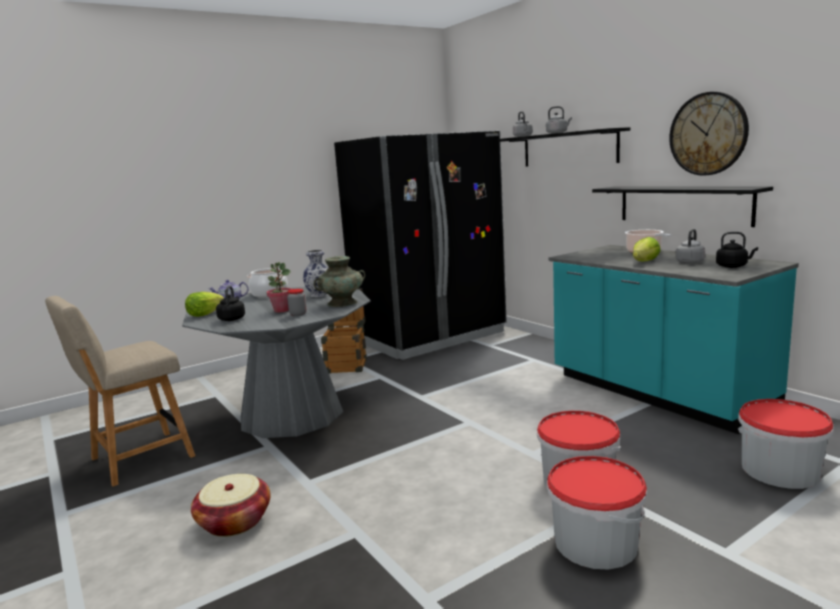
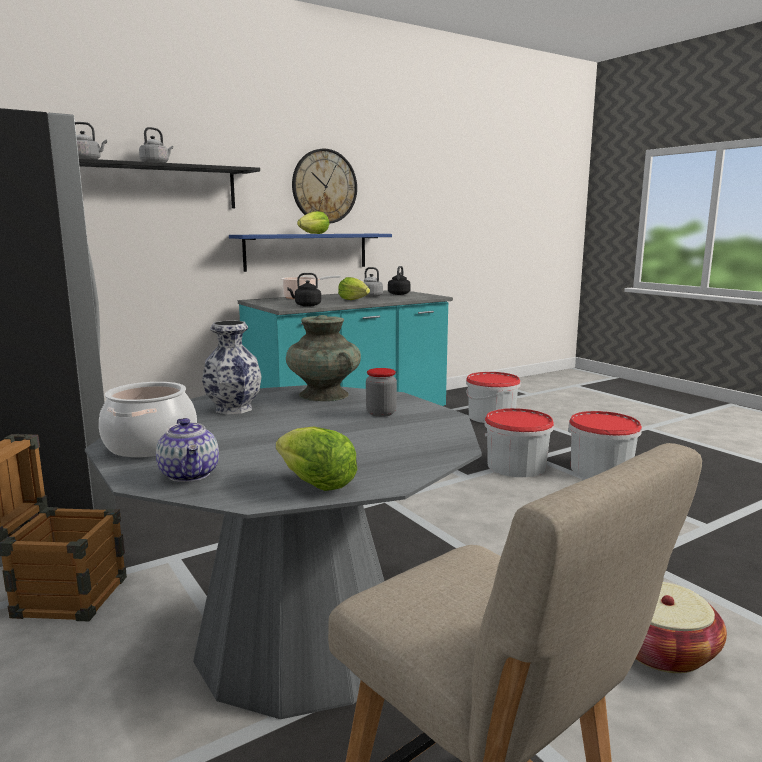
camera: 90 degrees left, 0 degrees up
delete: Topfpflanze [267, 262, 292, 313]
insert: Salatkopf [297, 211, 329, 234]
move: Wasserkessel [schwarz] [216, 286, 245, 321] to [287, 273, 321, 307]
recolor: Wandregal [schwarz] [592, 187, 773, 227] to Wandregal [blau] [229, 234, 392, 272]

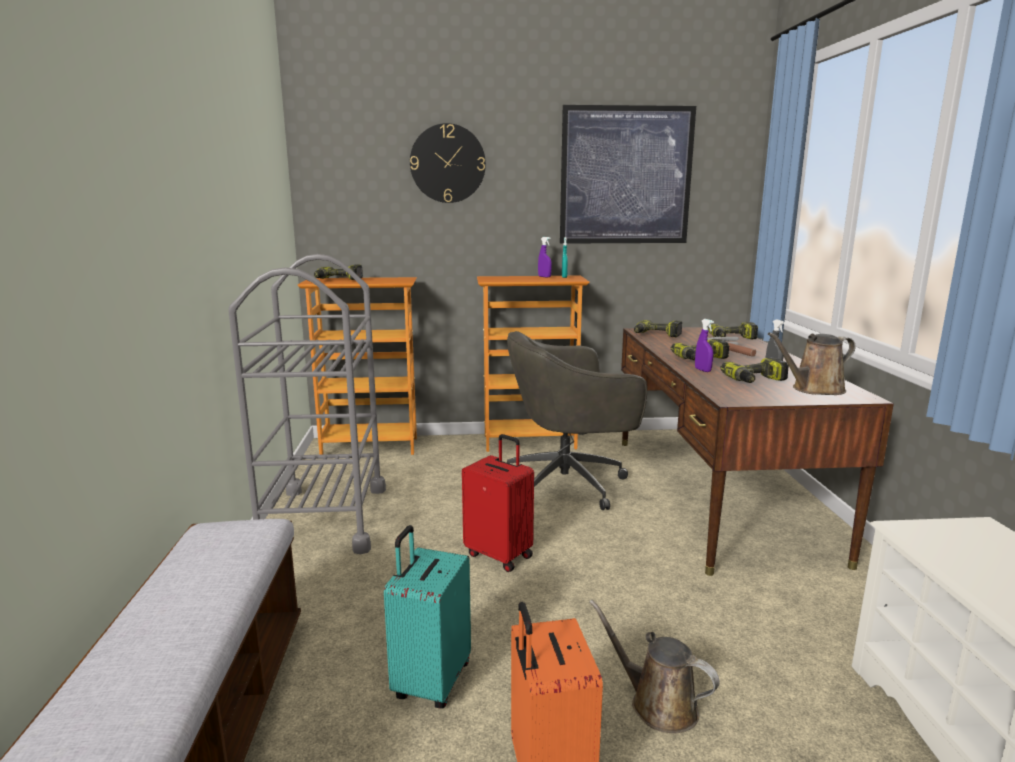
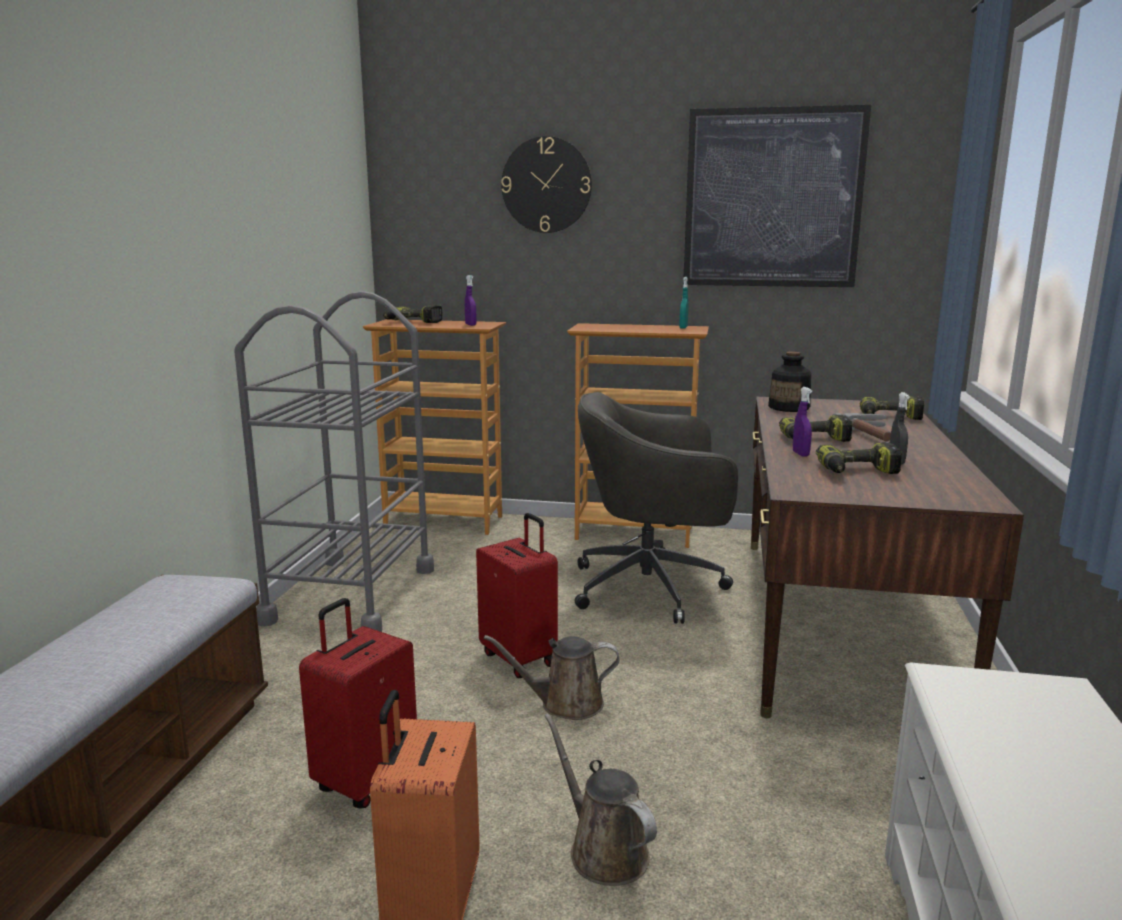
camera: 15 degrees right, 0 degrees up
move: Sprühflasche [lila] [538, 237, 552, 278] to [465, 275, 477, 326]; Gießkanne [braun] [768, 332, 856, 395] to [484, 635, 620, 720]
replace: Bohrmaschine [634, 320, 682, 337] to Flasche [768, 352, 811, 412]
recolor: Koffer [türkis] [384, 525, 471, 709] to Koffer [rot] [299, 598, 417, 808]

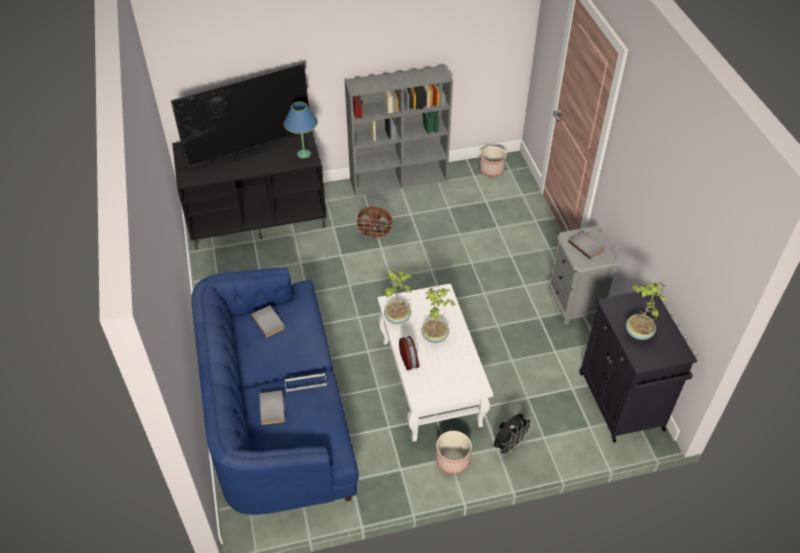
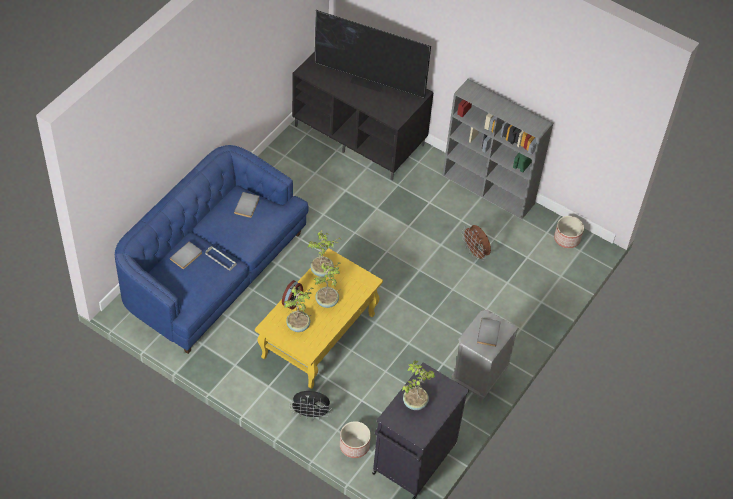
camera: 45 degrees right, 5 degrees up
delete: Tischlampe [blau] [284, 101, 318, 158]
insert: Topfpflanze [283, 286, 313, 332]
move: Ventilator [braun] [354, 207, 394, 239] to [462, 225, 491, 261]; Pflanzkübel [436, 431, 472, 474] to [340, 421, 371, 458]
recolor: Couchtisch [weiß] [377, 283, 493, 442] to Couchtisch [gelb] [255, 248, 383, 389]

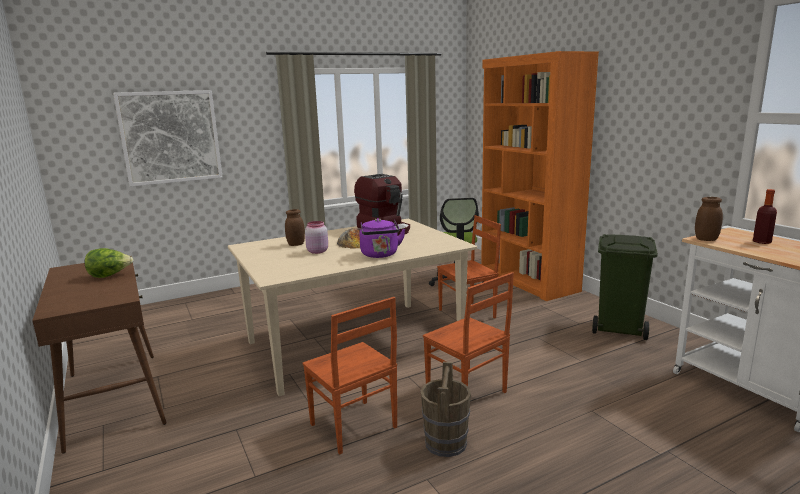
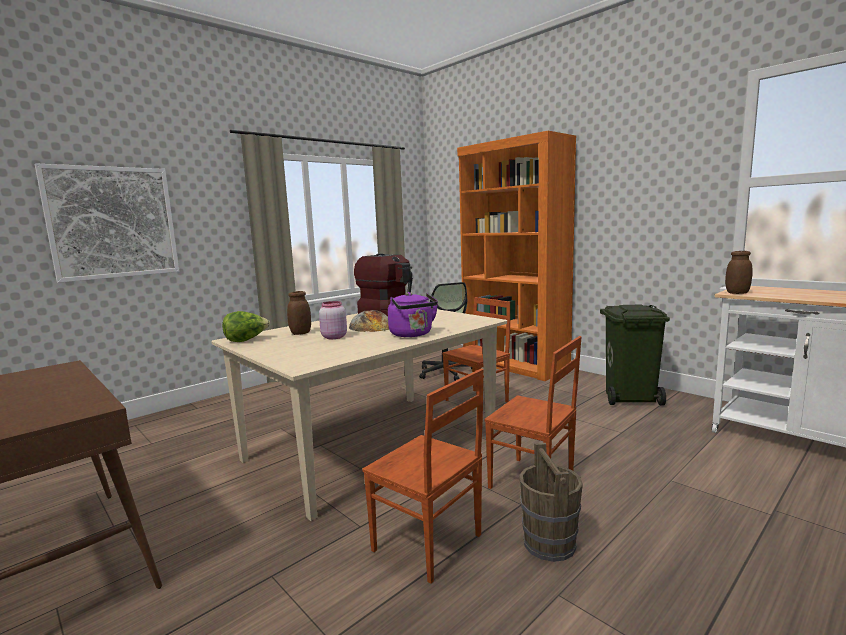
camera: 15 degrees left, 5 degrees down
delete: Flasche [753, 189, 777, 244]
move: Salatkopf [85, 248, 133, 278] to [222, 311, 270, 342]

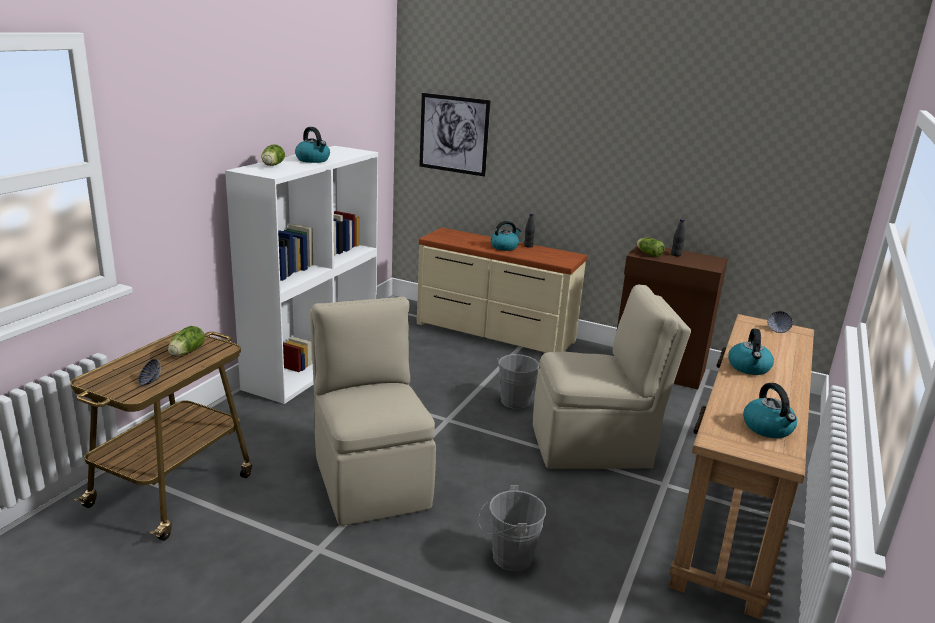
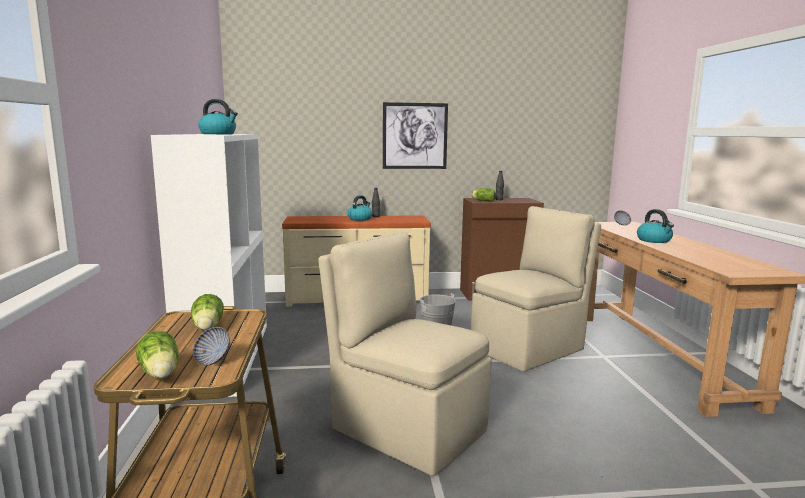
camera: 30 degrees left, 10 degrees down
delete: Wasserkessel [743, 383, 797, 438]; Eimer [grau] [478, 485, 546, 571]
move: Bild [419, 93, 490, 177] to [383, 102, 448, 169]; Salatkopf [261, 144, 285, 166] to [136, 331, 179, 379]

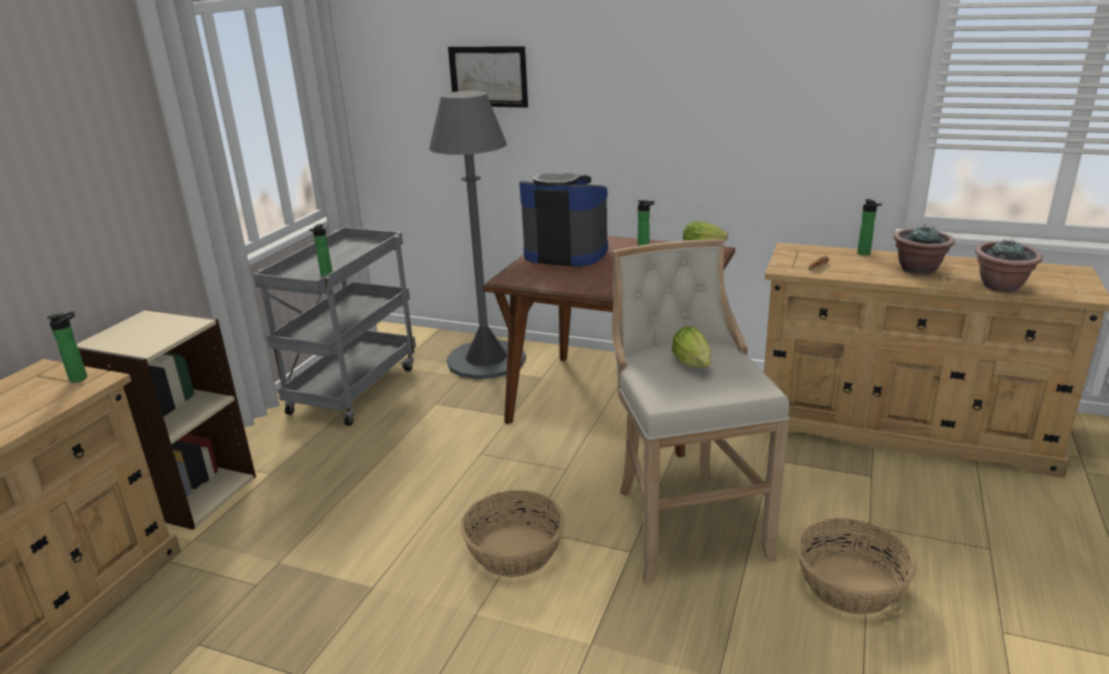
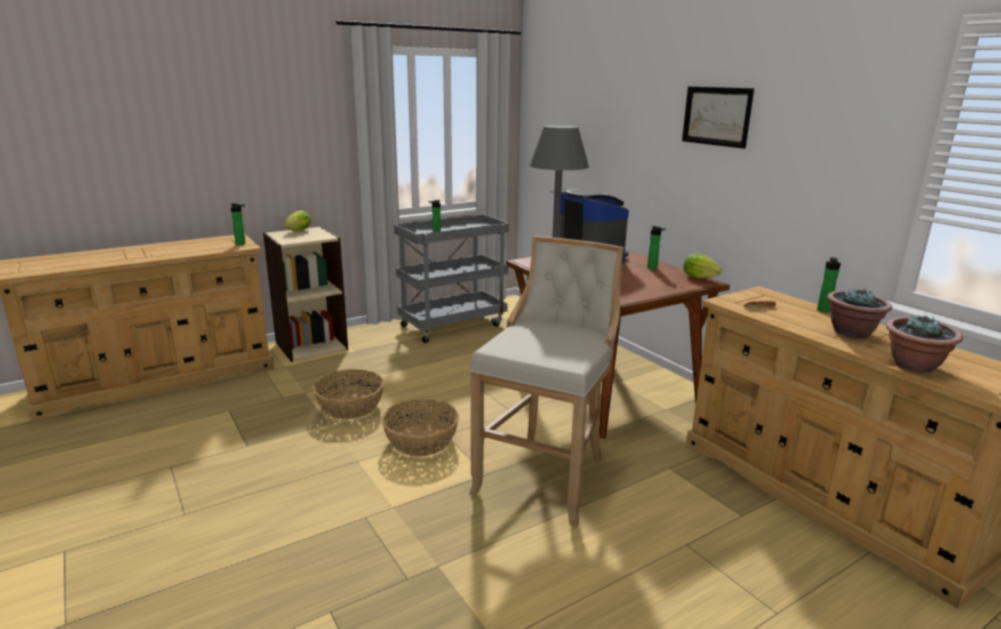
camera: 35 degrees right, 5 degrees down
move: Bild [448, 46, 528, 108] to [682, 86, 754, 149]; Salatkopf [672, 326, 711, 368] to [284, 210, 311, 231]; Korb [796, 518, 916, 615] to [312, 369, 385, 419]

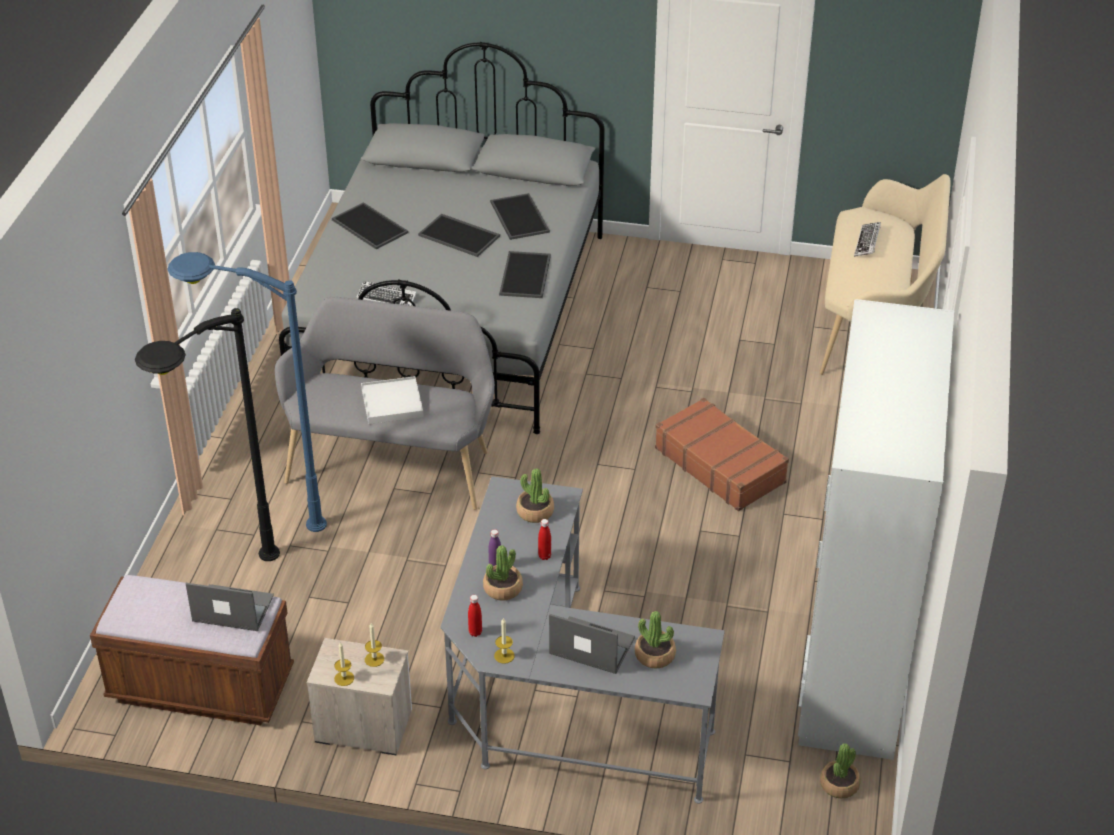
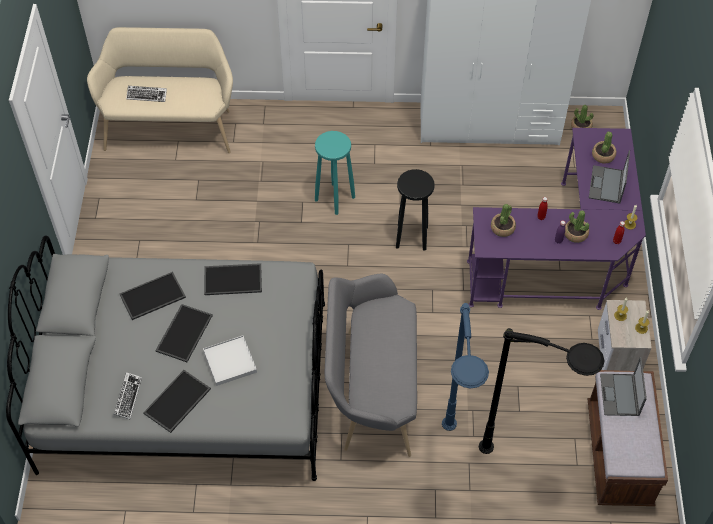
camera: 100 degrees left, 15 degrees up
insert: Hocker [schwarz] [396, 169, 435, 251]
move: Tastatur [356, 281, 417, 306] to [114, 372, 142, 419]; Tablett [weiß] [361, 376, 424, 424] to [203, 335, 257, 386]
replace: Koffer [braun] [655, 398, 789, 511] to Hocker [türkis] [315, 131, 355, 215]
recolor: Schreibtisch [grau] [441, 476, 725, 804] to Schreibtisch [lila] [467, 128, 646, 310]

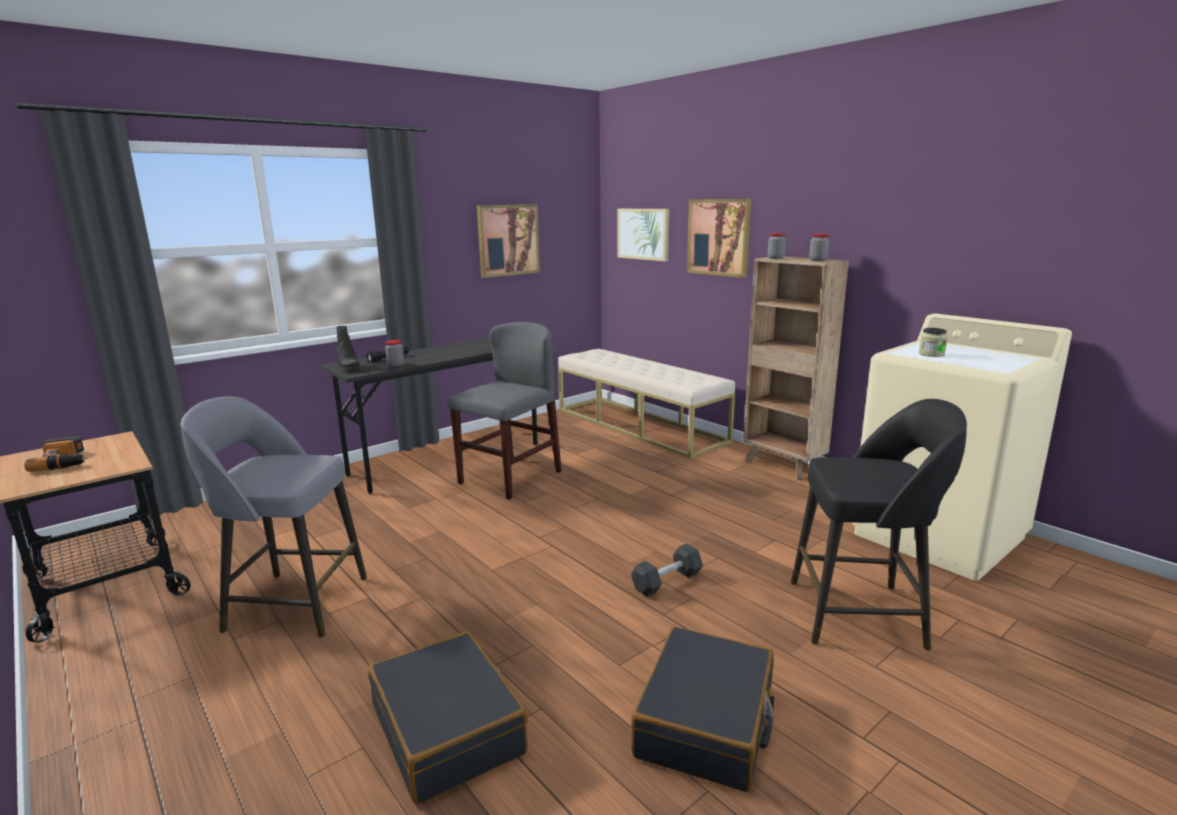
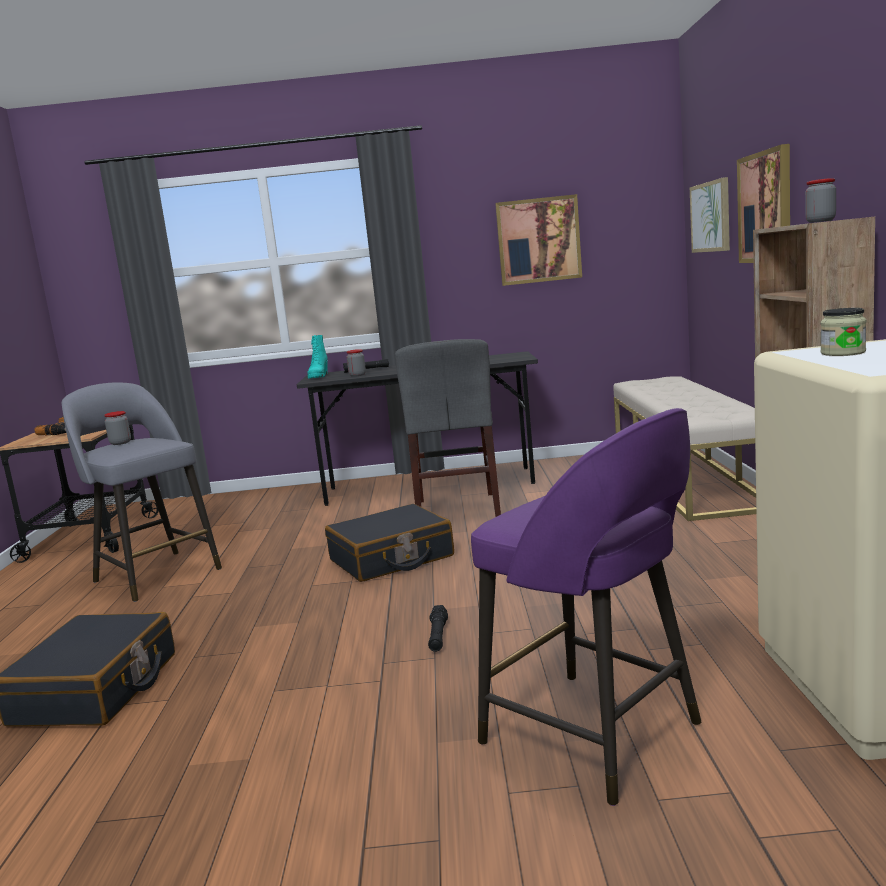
camera: 40 degrees right, 5 degrees down
move: Vorratsglas [768, 233, 786, 259] to [104, 411, 131, 445]; Koffer [schwarz] [631, 627, 774, 792] to [325, 504, 454, 582]
replace: Hantel [schwarz] [631, 544, 703, 597] to Taschenlampe [schwarz] [428, 605, 448, 652]
recolor: Stiefel [schwarz] [336, 326, 361, 371] to Stiefel [türkis] [307, 335, 328, 379]; Hocker [schwarz] [791, 399, 967, 650] to Hocker [lila] [471, 408, 701, 806]
rotate: Stuhl [grau] [447, 322, 562, 500] = [395, 339, 501, 517] 105 degrees clockwise

